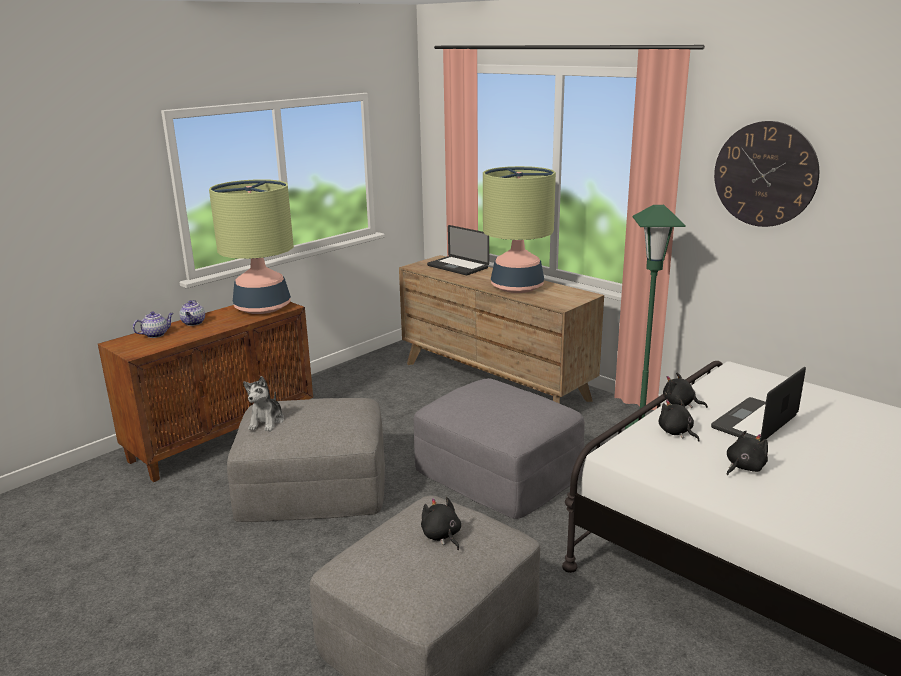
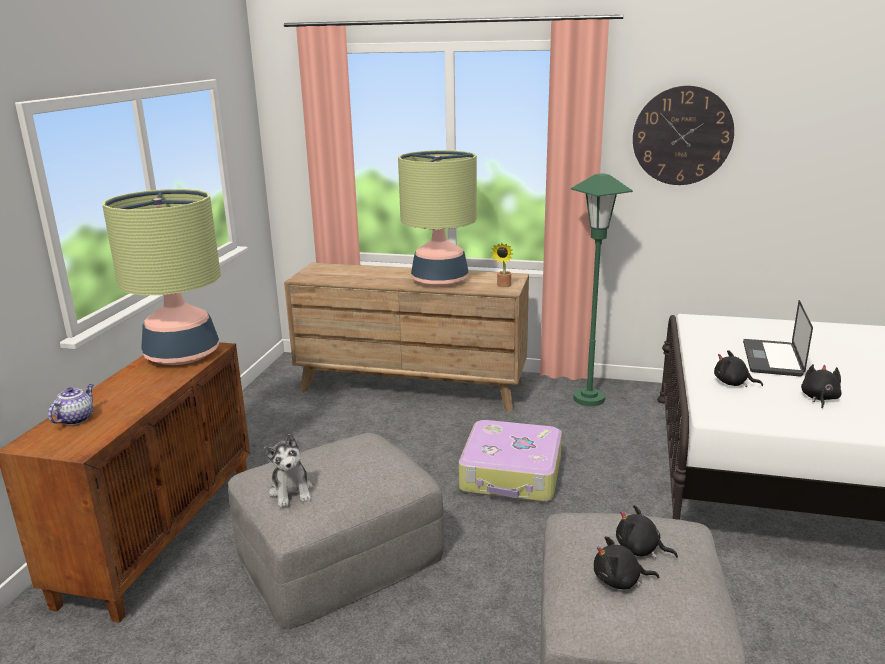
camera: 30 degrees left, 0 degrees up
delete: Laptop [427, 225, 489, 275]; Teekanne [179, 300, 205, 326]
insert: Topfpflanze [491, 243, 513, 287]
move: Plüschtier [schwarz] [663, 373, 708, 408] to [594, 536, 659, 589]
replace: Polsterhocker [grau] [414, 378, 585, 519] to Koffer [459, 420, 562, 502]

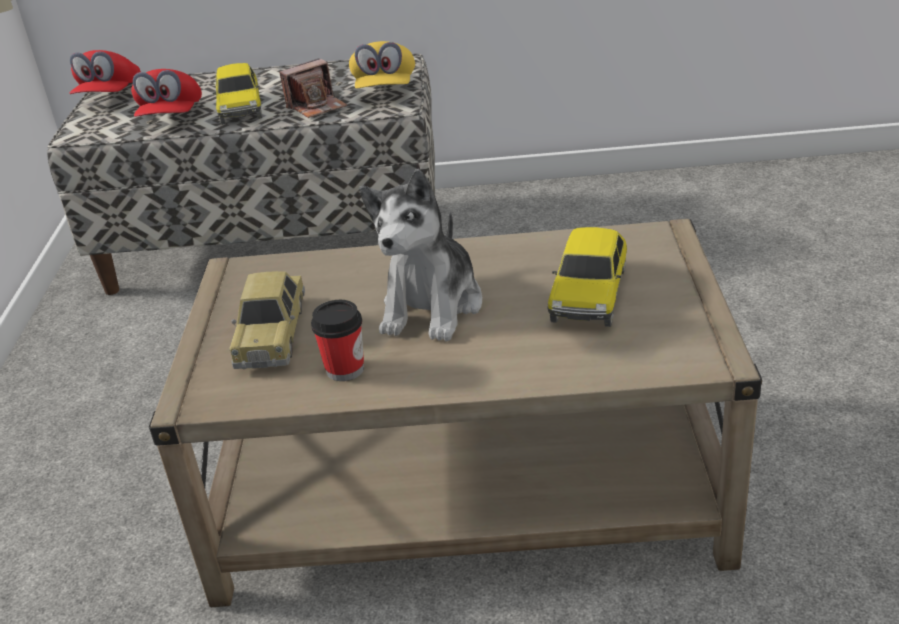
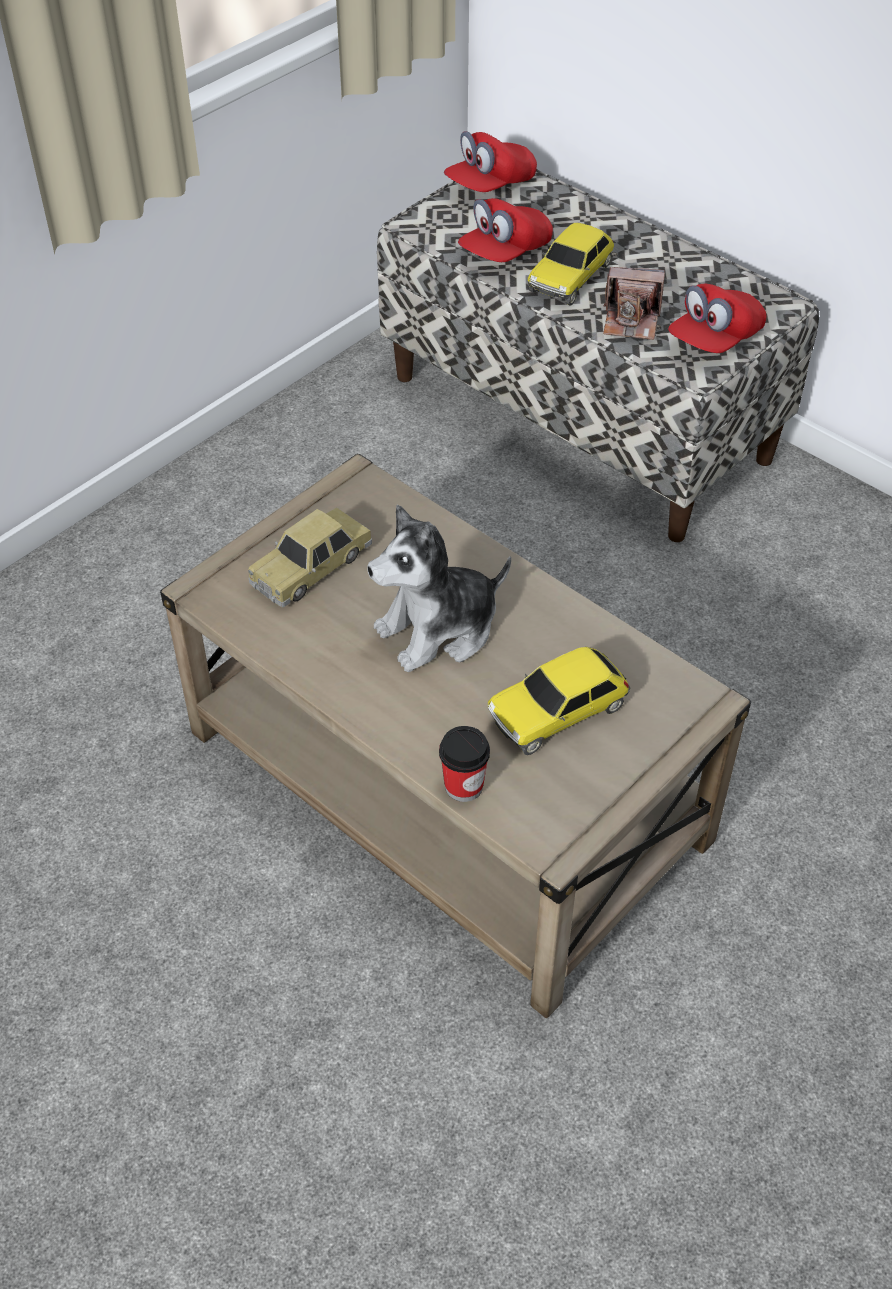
camera: 40 degrees right, 15 degrees up
move: Tasse [311, 300, 364, 381] to [439, 726, 490, 802]
recolor: Kappe [gelb] [349, 41, 415, 89] to Kappe [rot] [668, 284, 766, 353]

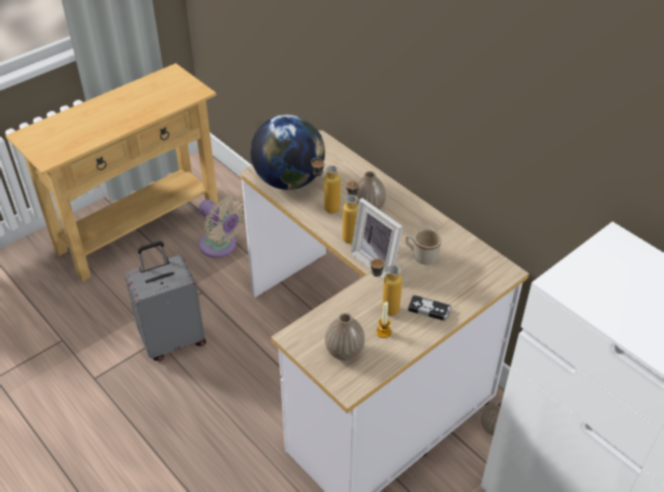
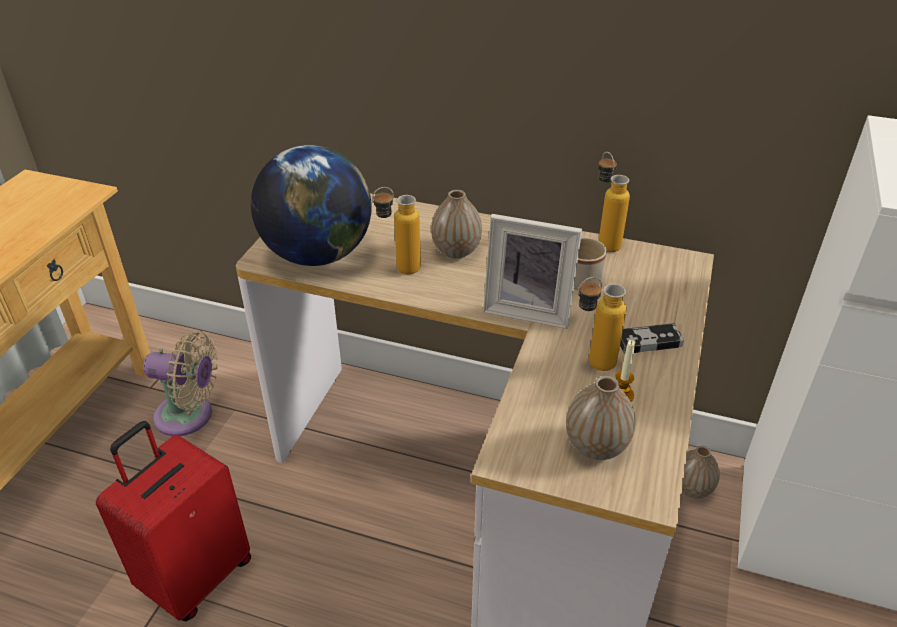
camera: 30 degrees left, 5 degrees down
move: Flasche [342, 178, 359, 244] to [598, 152, 630, 252]
recolor: Koffer [grau] [125, 241, 206, 361] to Koffer [rot] [96, 421, 251, 621]

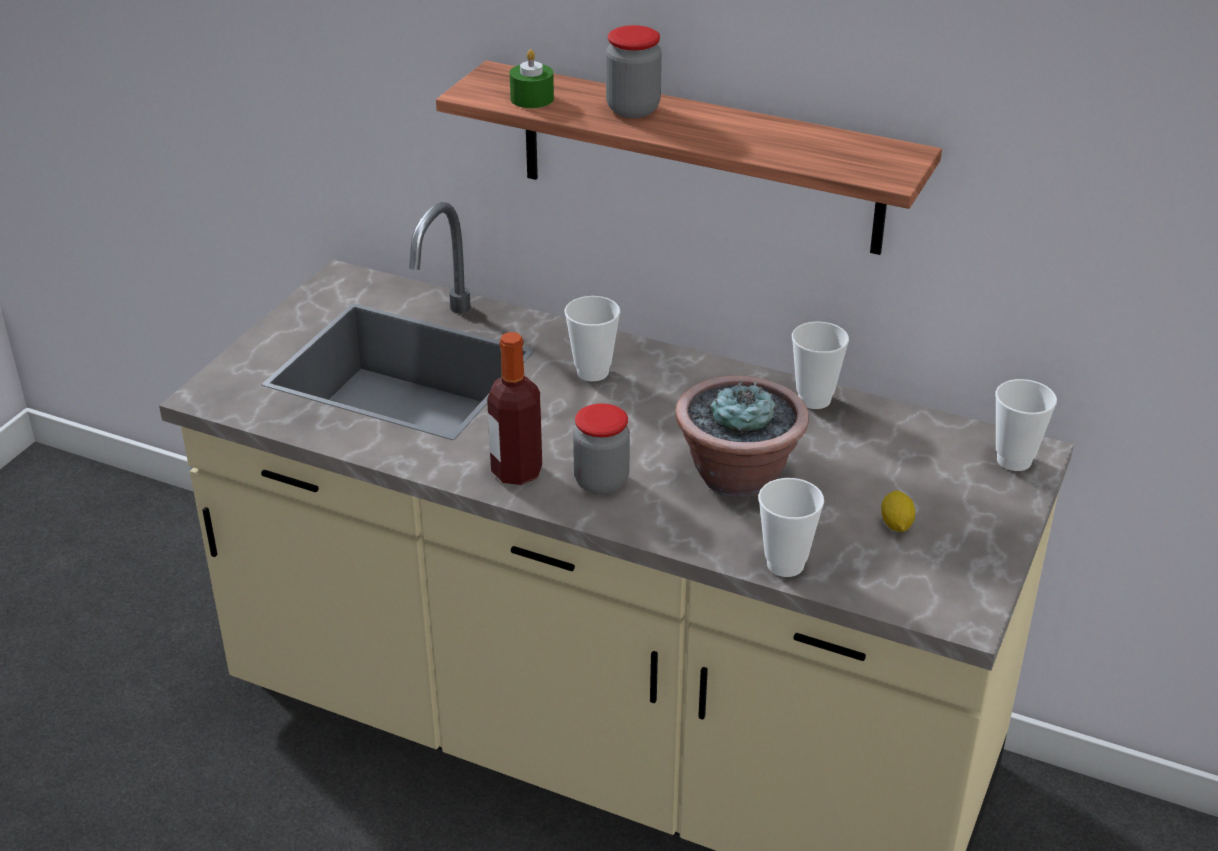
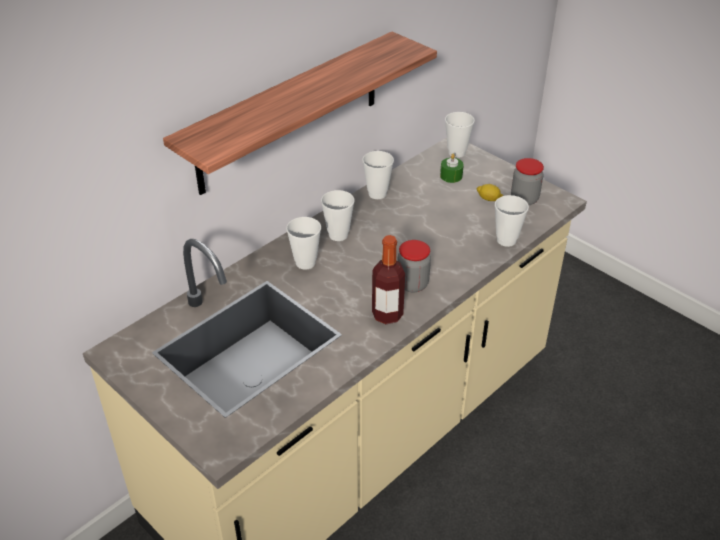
camera: 70 degrees left, 5 degrees up
delete: Topfpflanze [675, 376, 809, 497]
insert: Tasse [321, 190, 355, 241]
move: Vorratsglas [606, 25, 662, 118] to [511, 158, 544, 205]; Kerze [grün] [510, 49, 554, 108] to [440, 154, 464, 183]

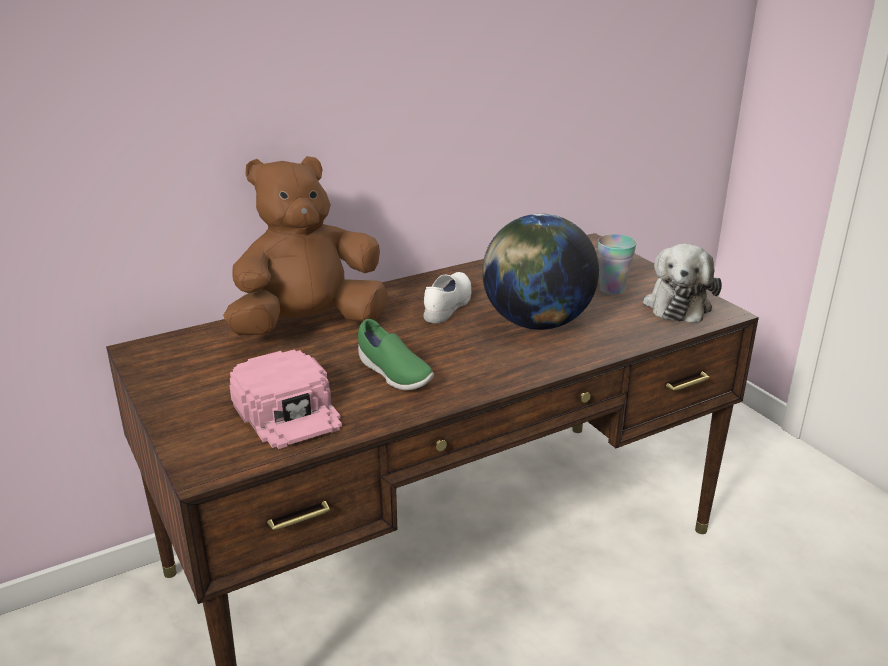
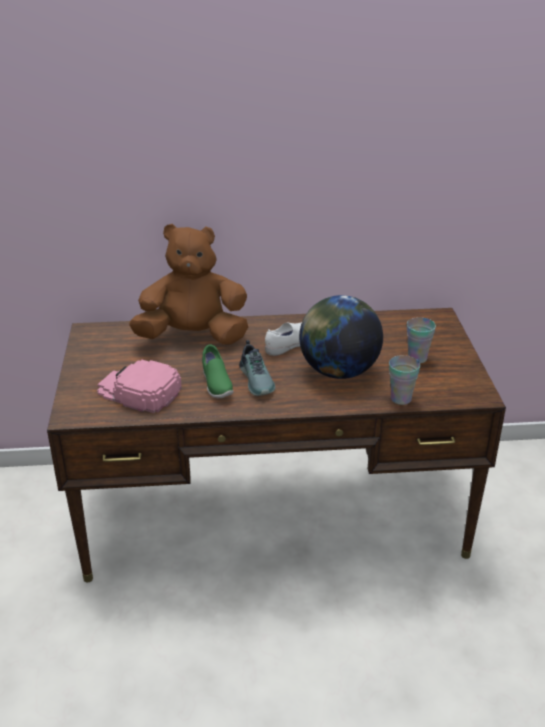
camera: 25 degrees right, 5 degrees up
delete: Plüschtier [643, 244, 722, 323]
insert: Schuh [239, 340, 276, 396]; Tasse [389, 355, 420, 405]
rotate: Kappe [rosa] [229, 349, 342, 449] = [97, 360, 182, 413] 120 degrees clockwise

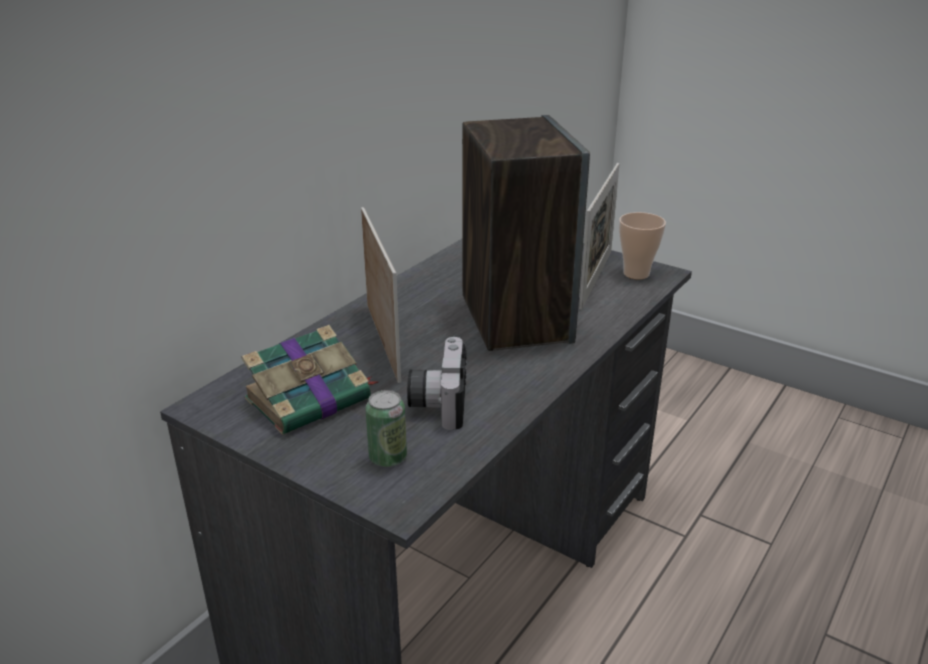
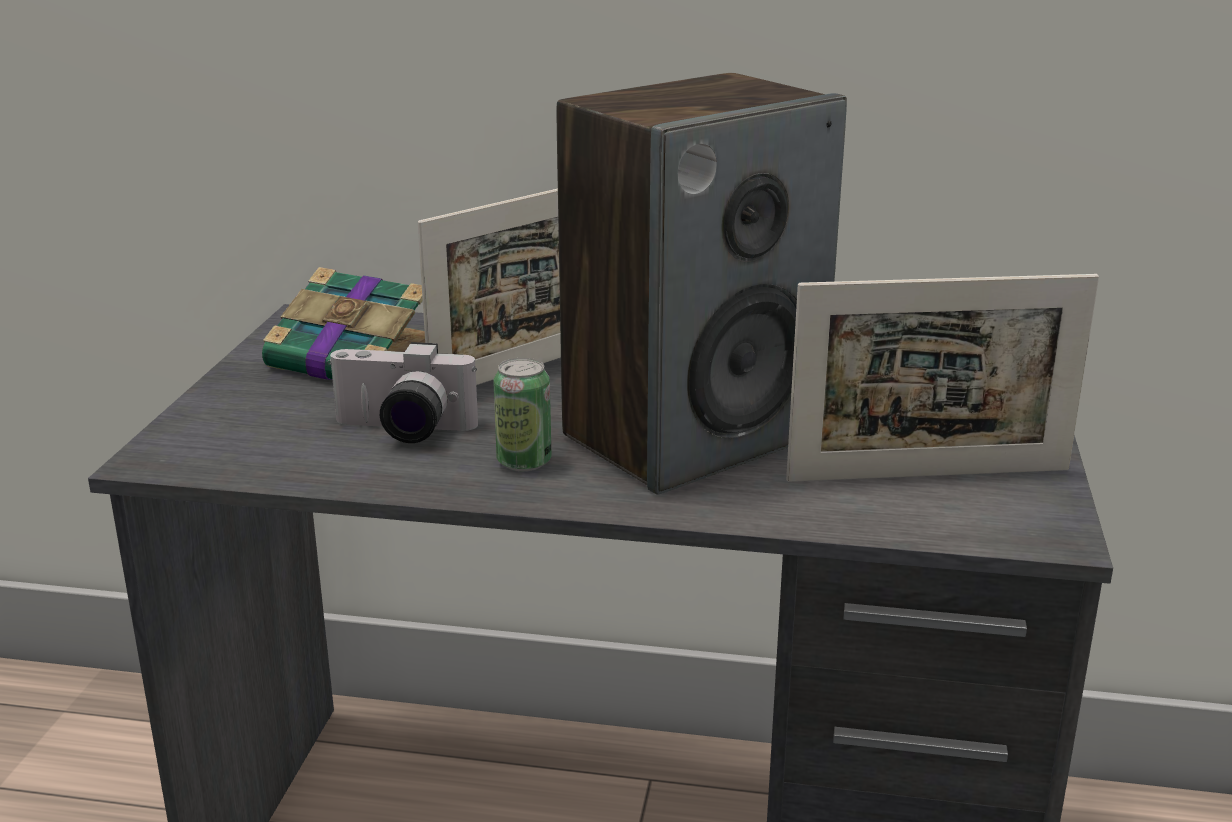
camera: 65 degrees right, 5 degrees down
delete: Tasse [619, 212, 666, 279]
move: Dose [366, 390, 407, 467] to [493, 358, 552, 471]
rotate: Kamera [407, 337, 467, 430] = [327, 342, 478, 443] 150 degrees counterclockwise

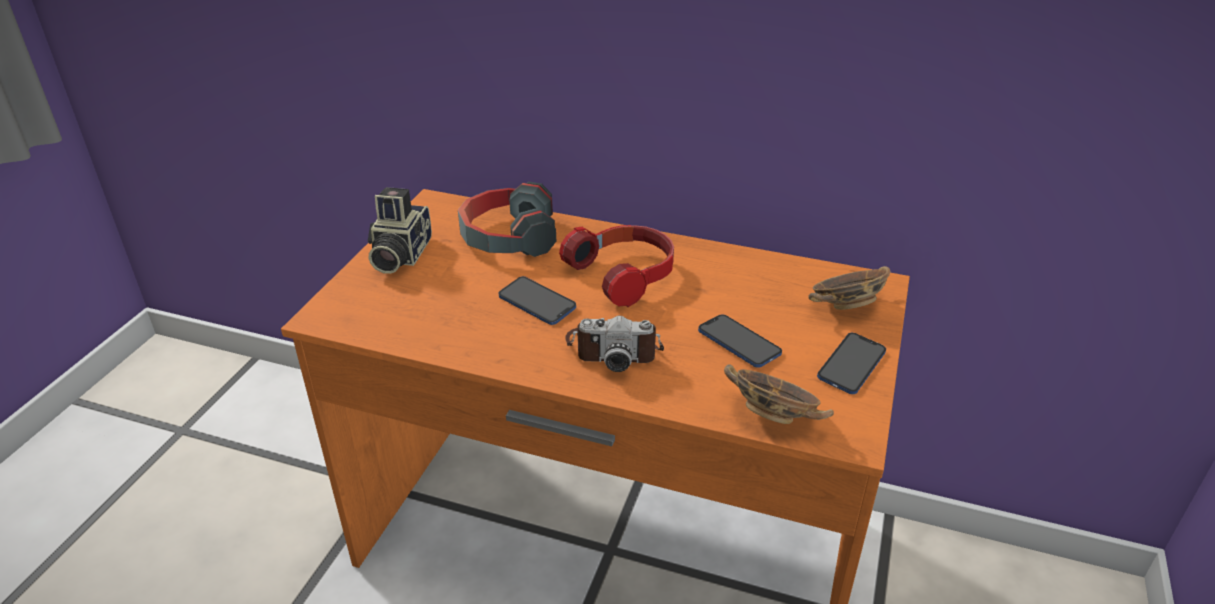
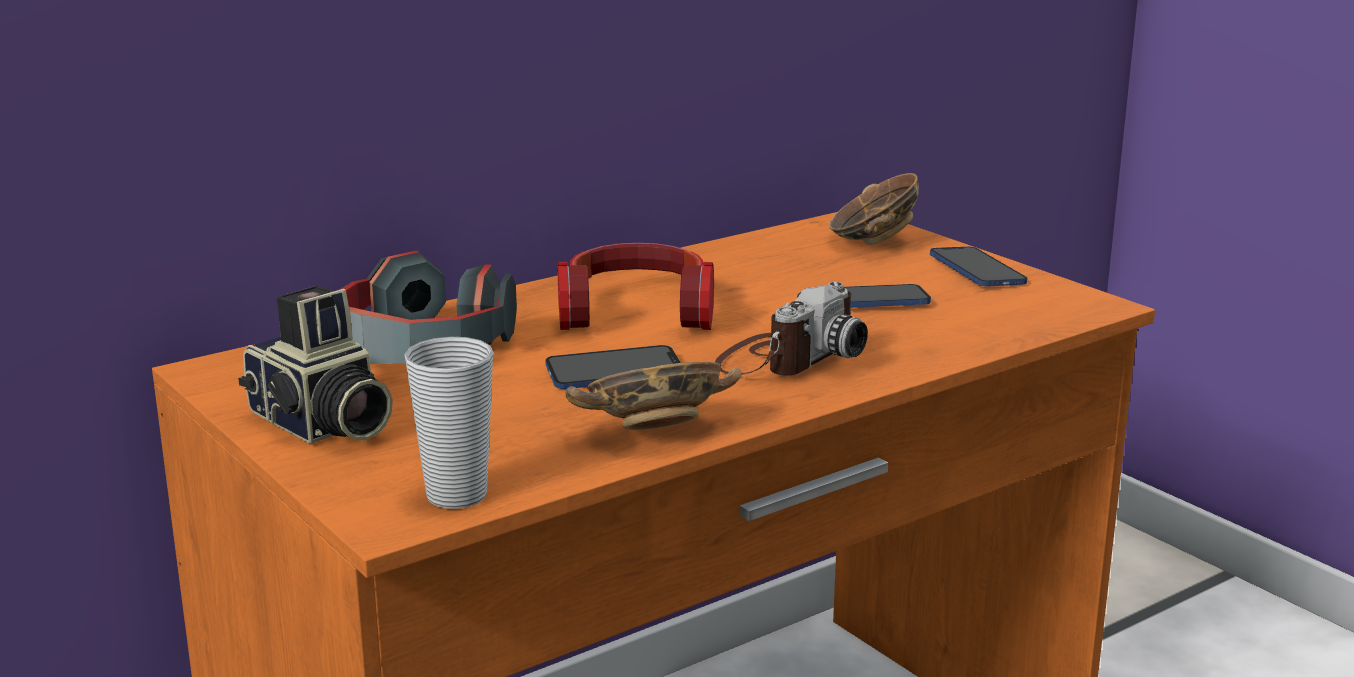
camera: 55 degrees left, 15 degrees down
insert: Tasse [404, 337, 493, 509]
move: Schüssel [724, 364, 834, 424] to [565, 362, 742, 430]

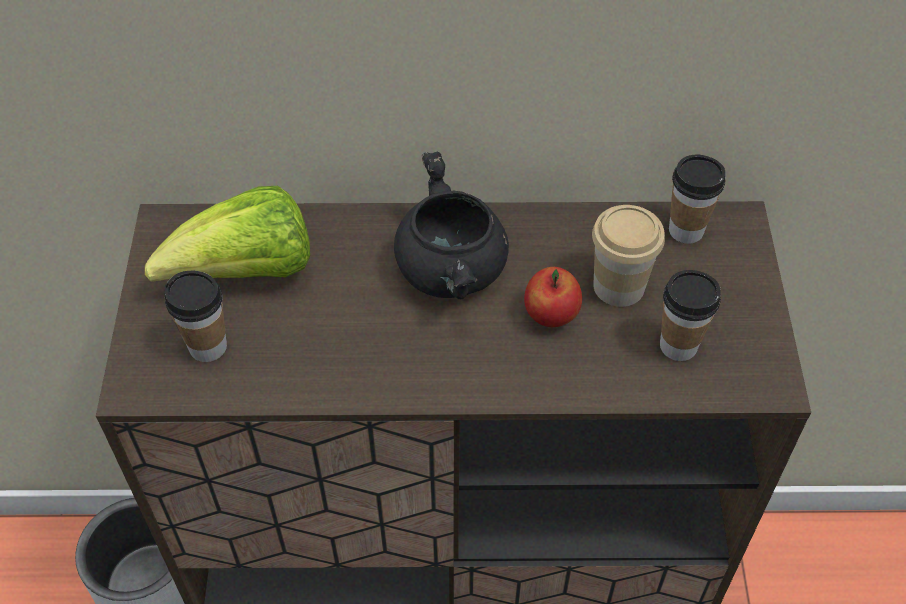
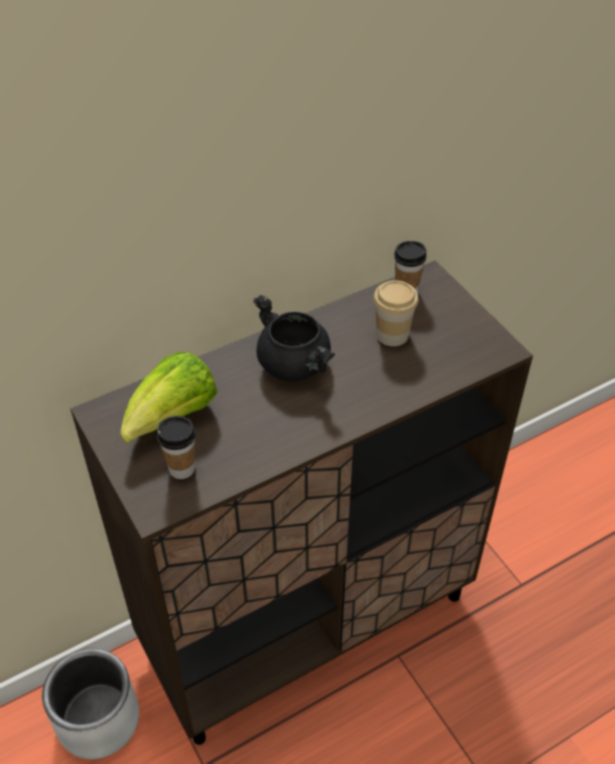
camera: 30 degrees left, 5 degrees down
delete: Apfel [524, 267, 582, 327]; Tasse [660, 270, 721, 361]

